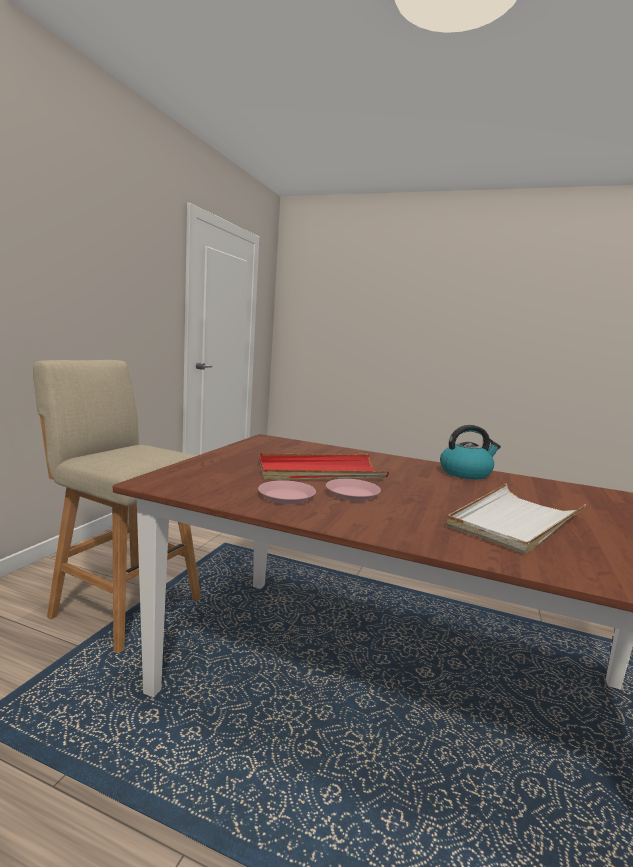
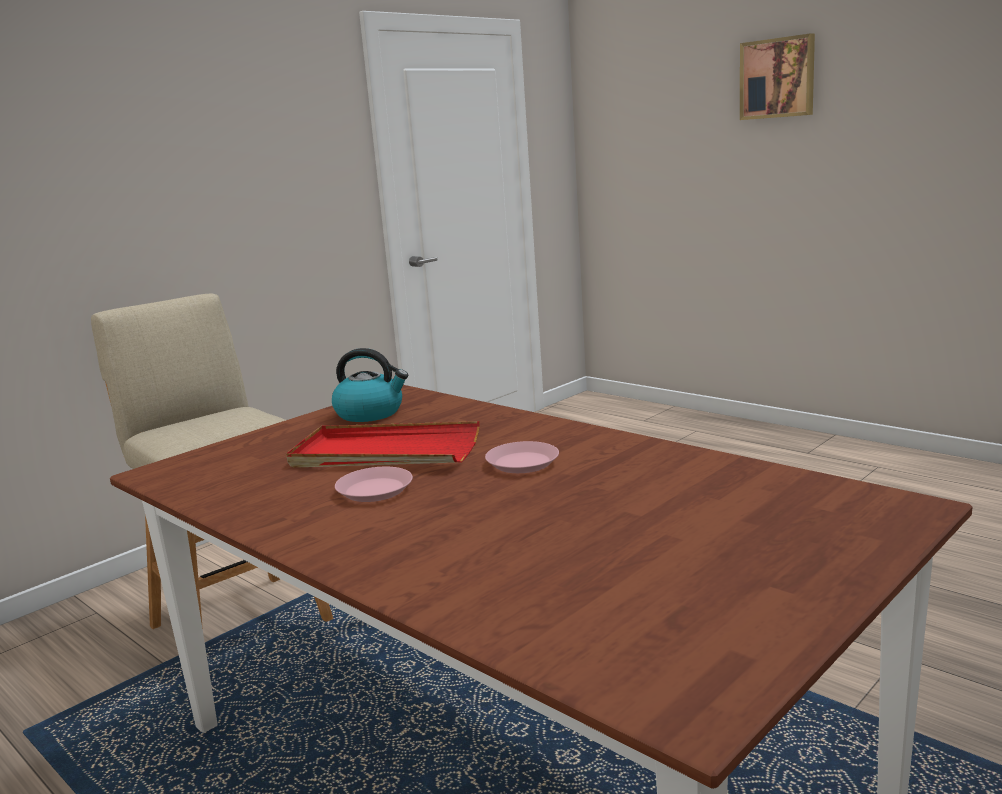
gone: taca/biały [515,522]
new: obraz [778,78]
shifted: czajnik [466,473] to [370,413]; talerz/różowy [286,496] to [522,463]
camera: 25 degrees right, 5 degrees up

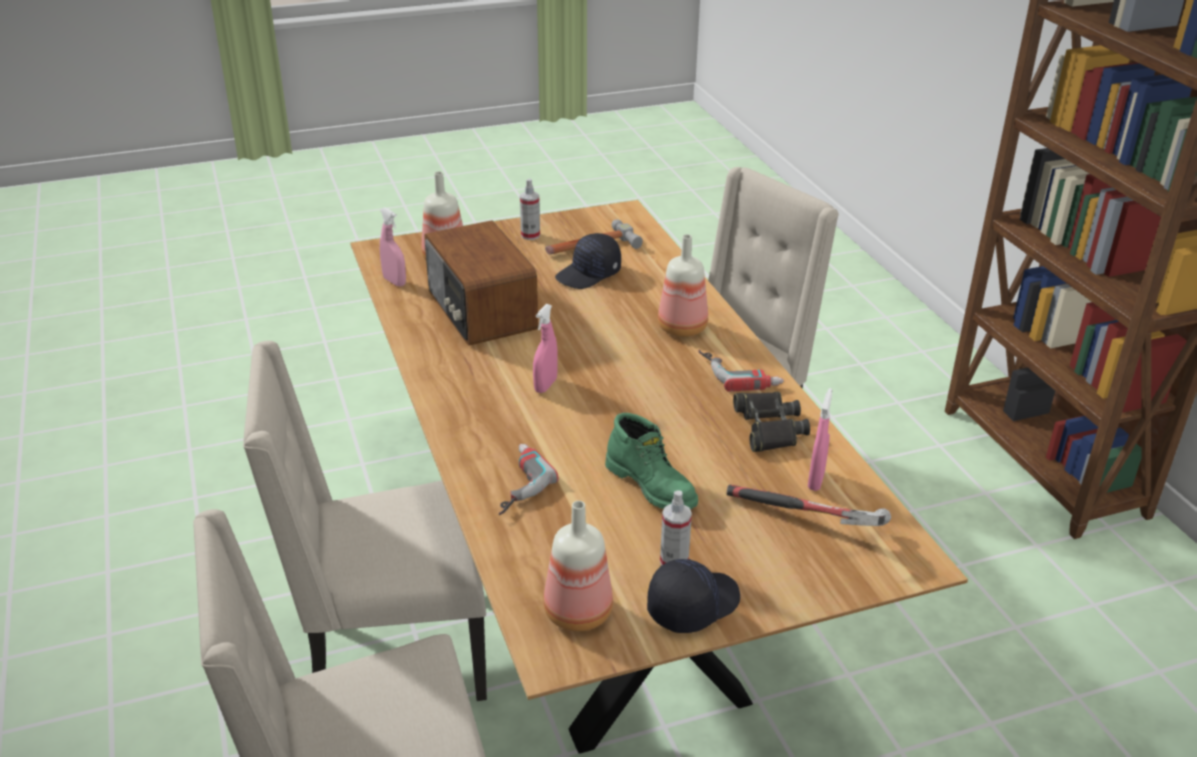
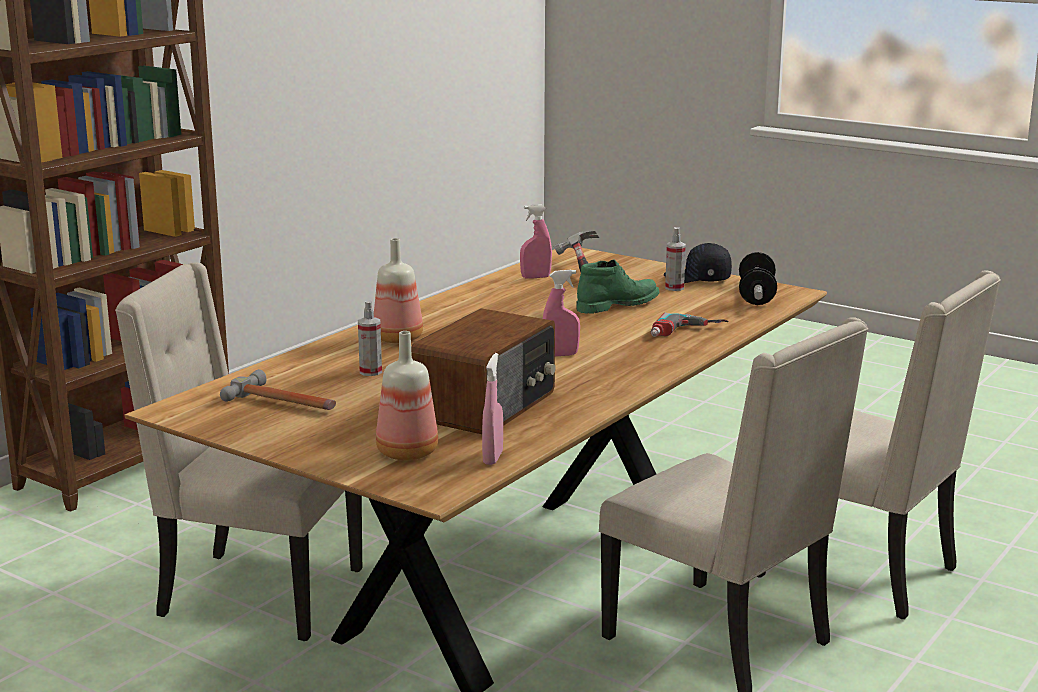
gone: czapka z daszkiem/czarny [589,274]; wiertarka [740,373]; lornetka/czarny [768,428]
shifted: spryskiwacz [530,235] to [370,372]
swapped: butelka [575,613] to hantel [756,295]
rotated: but z cholewką/zielony [652,485] = [617,305] 45 degrees clockwise
camera: 125 degrees left, 15 degrees down

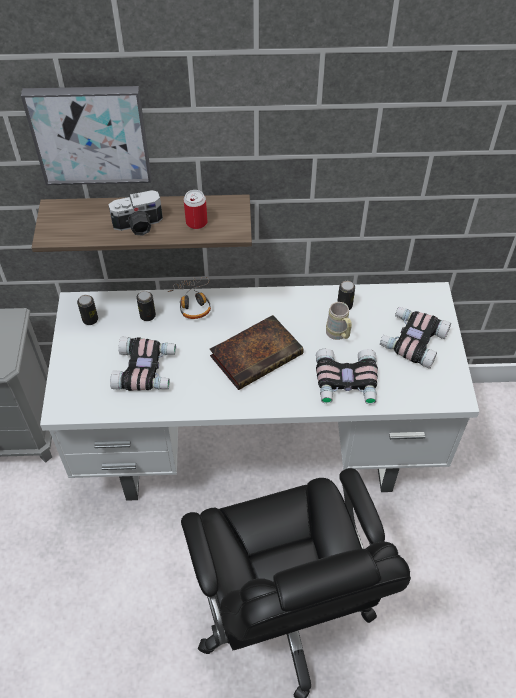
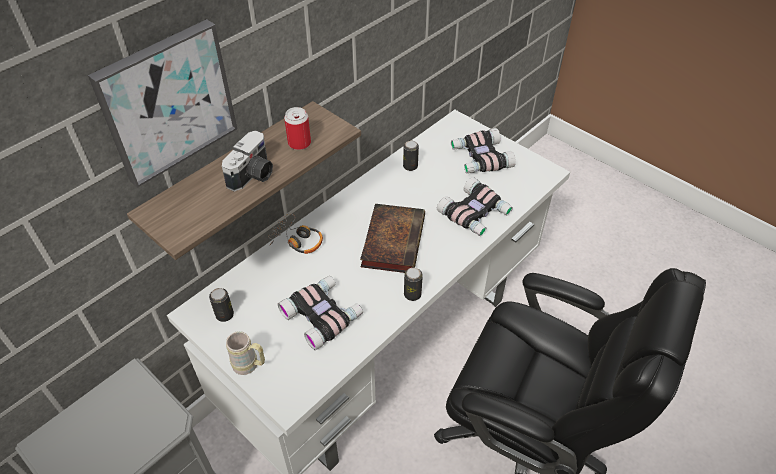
shifted: puszka [147,315] to [412,294]; kubek/beżowy [338,335] to [250,366]
camera: 45 degrees left, 5 degrees down

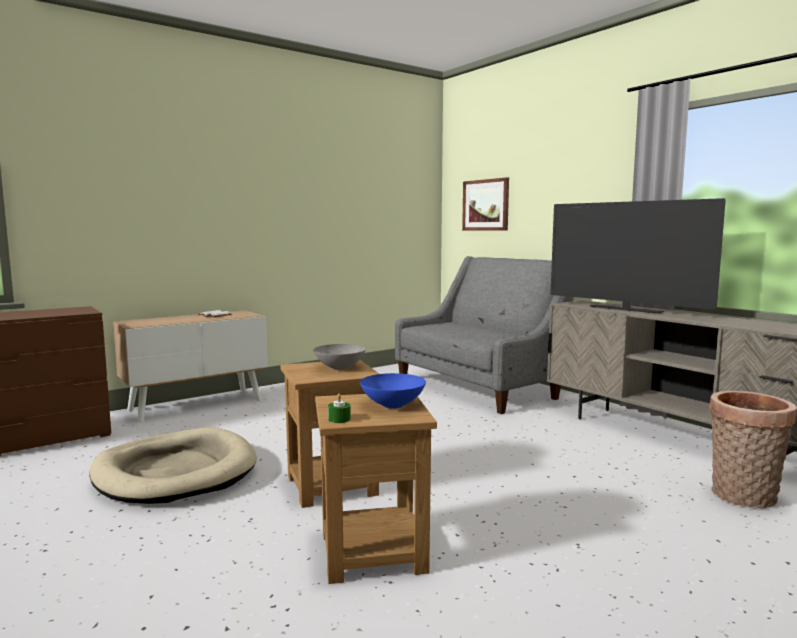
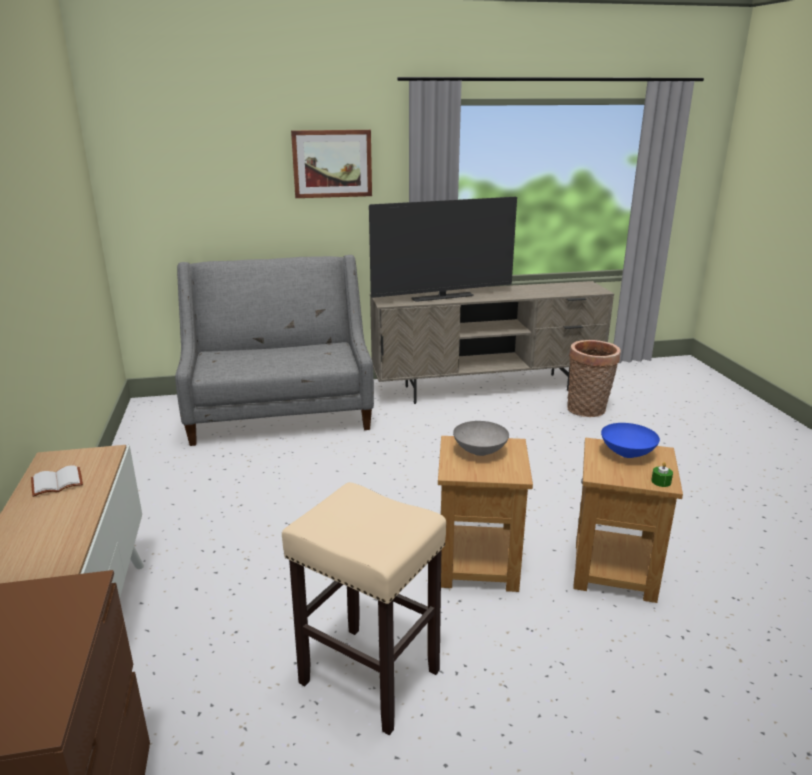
shifted: obraz [486,205] to [332,163]
swapped: legowisko/beżowy [175,472] to stołek/beżowy [368,676]
camera: 65 degrees left, 15 degrees up

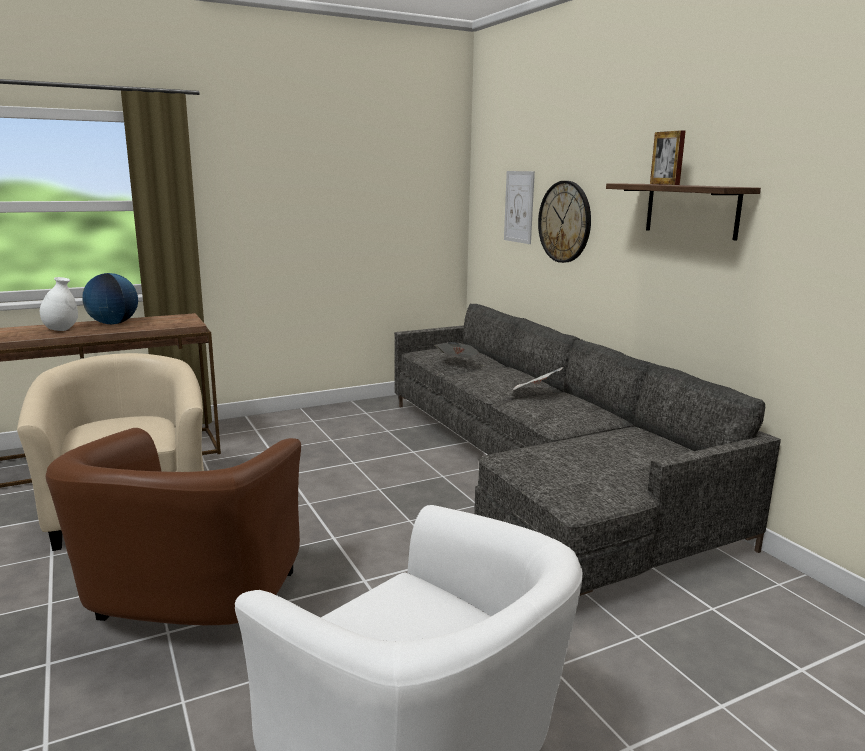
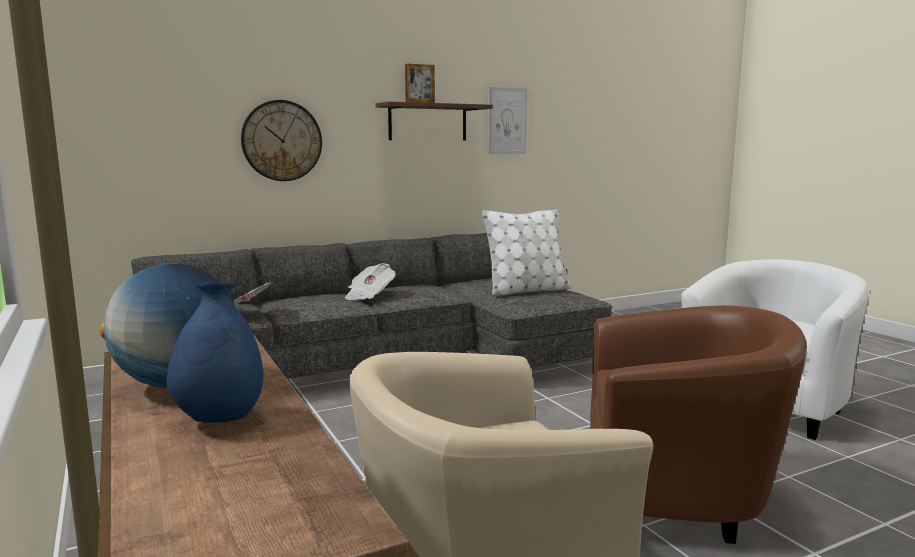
new: poduszka/biały [526,290]
shifted: obraz [519,207] to [507,121]
repainted: wazon/biały [61,330] to wazon/niebieski [220,419]
camera: 90 degrees left, 5 degrees down

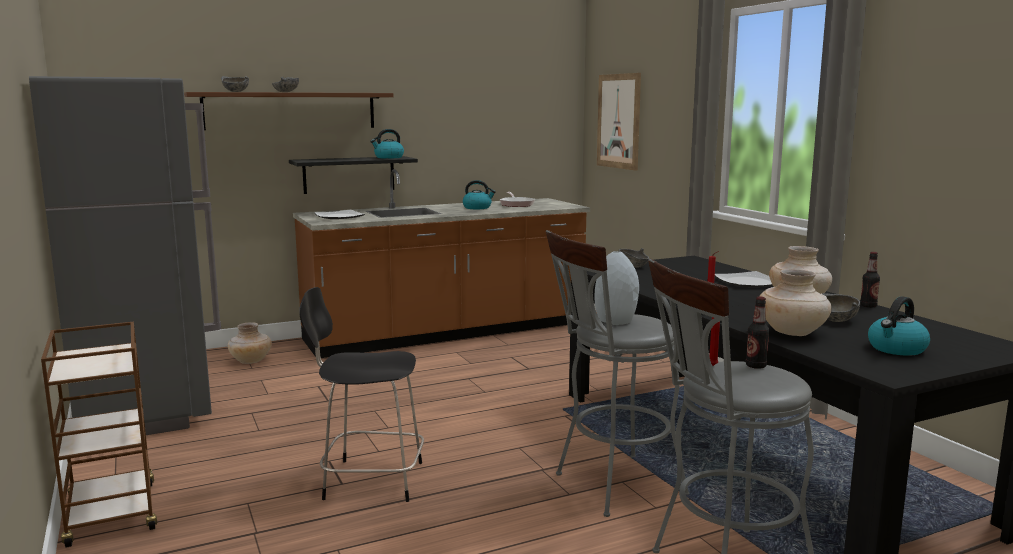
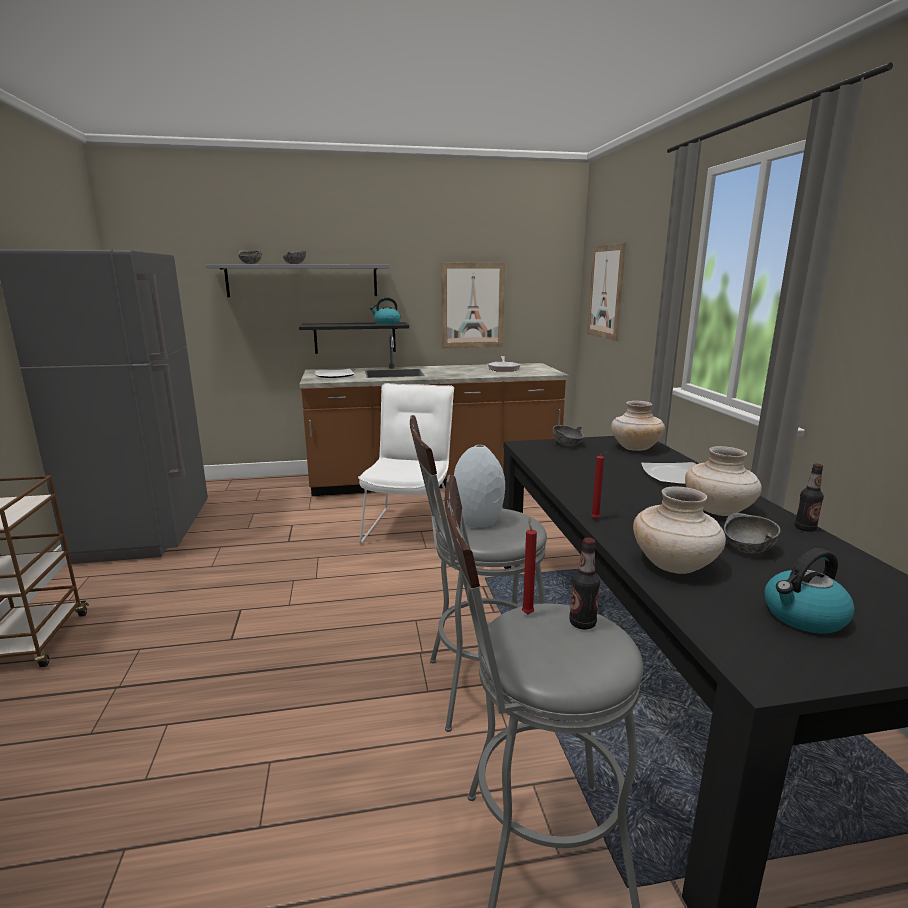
gone: czajnik [477,207]; krzesło/czarny [369,480]
new: obraz [472,306]; krzesło/biały [411,525]
shifted: wazon/beżowy [250,361] to [635,448]
repainted: półka/brązowy [290,110] to półka/szary [302,280]
camera: 15 degrees right, 5 degrees up

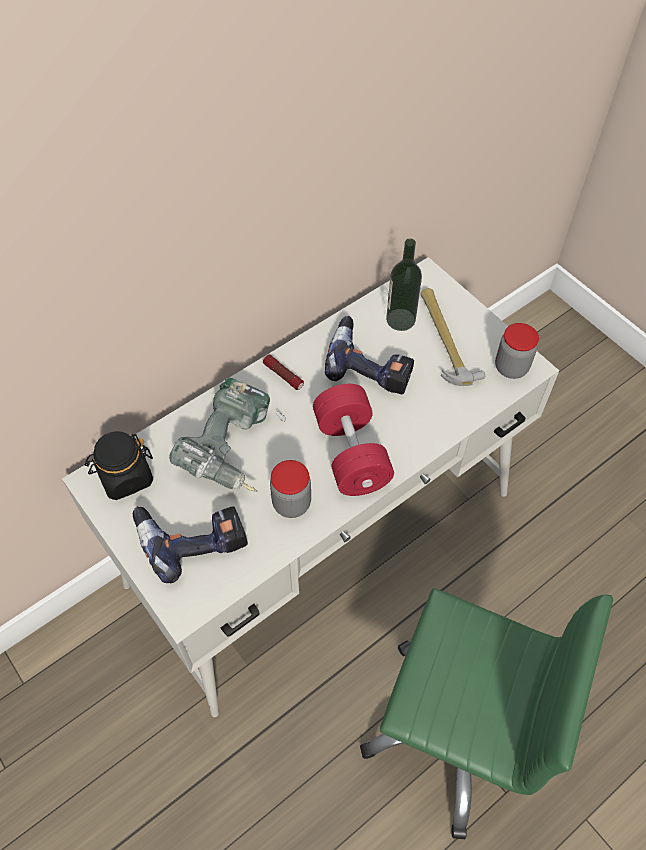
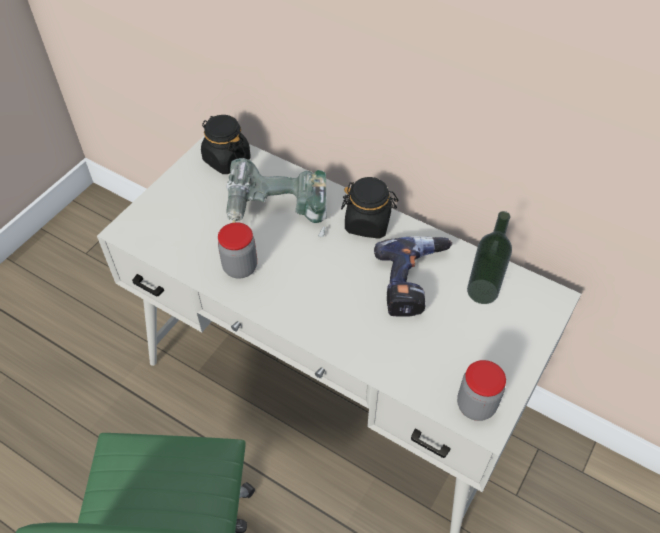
gone: młotek [445,339]; hantel/czerwony [351,453]; wiertarka [192,537]
swapped: latarka [283,376] to słoik/czarny [368,223]
camera: 70 degrees right, 5 degrees down

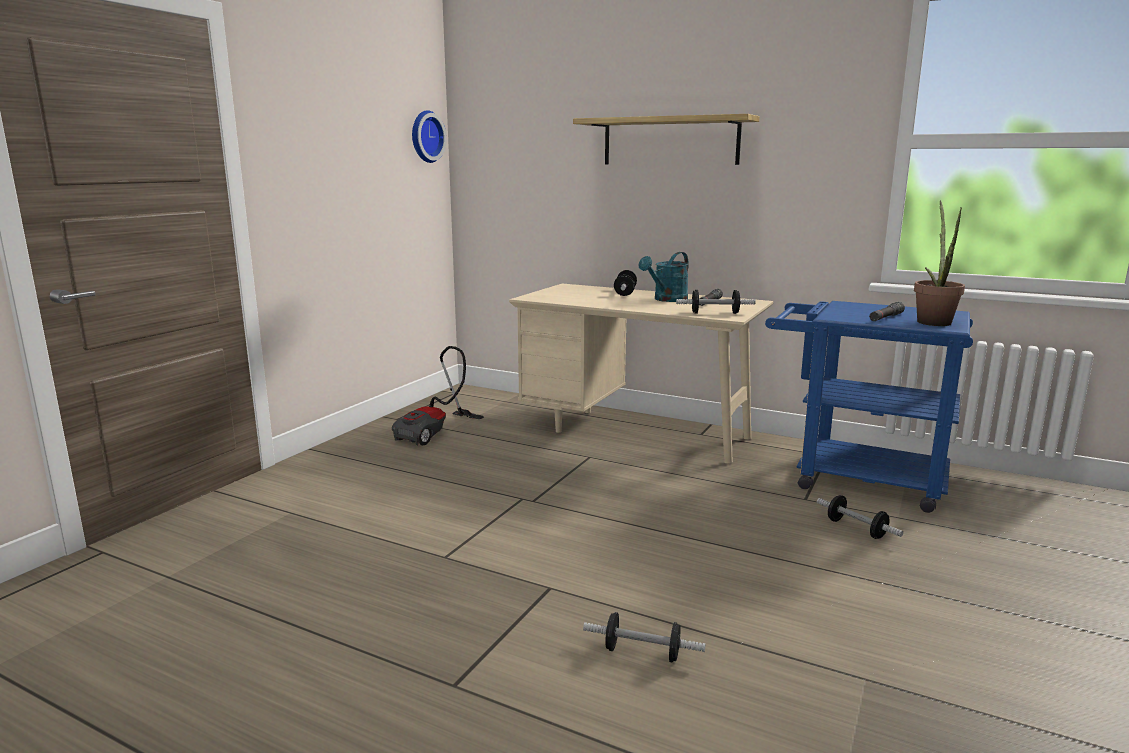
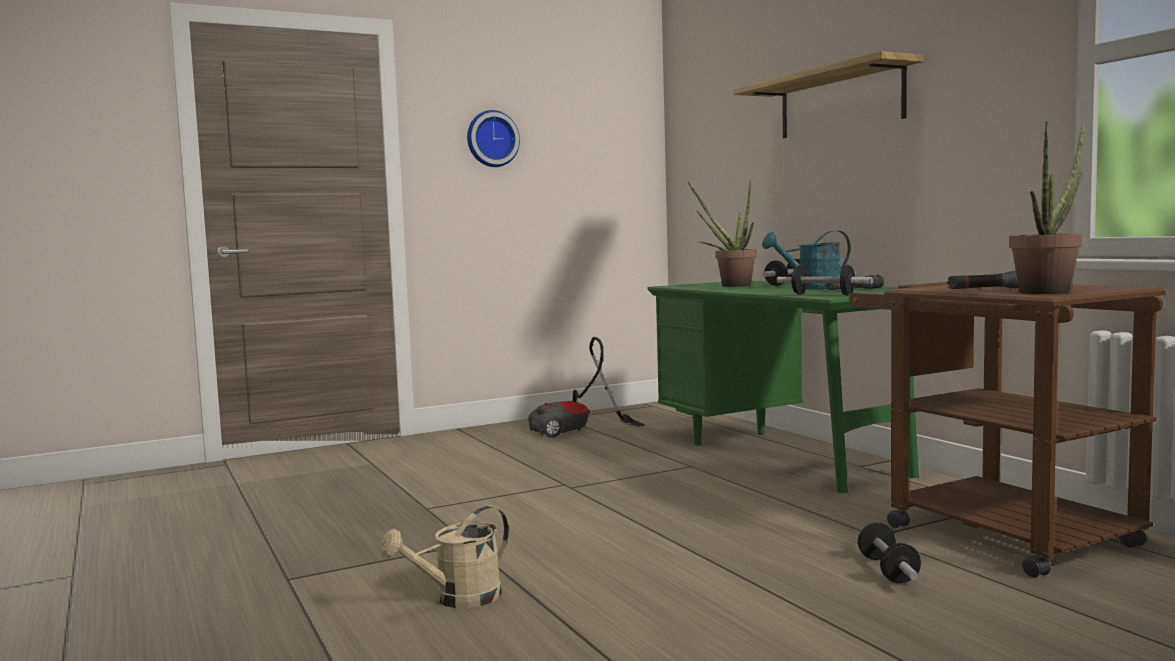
new: roślina doniczkowa [729,285]
shifted: zegar ścienny [425,136] to [491,139]
swapped: hantel [642,653] to konewka/beżowy [458,599]
repainted: biurko/beżowy [637,432] to biurko/zielony [784,455]; wózek/niebieski [854,478] to wózek/brązowy [991,530]
camera: 35 degrees right, 10 degrees down

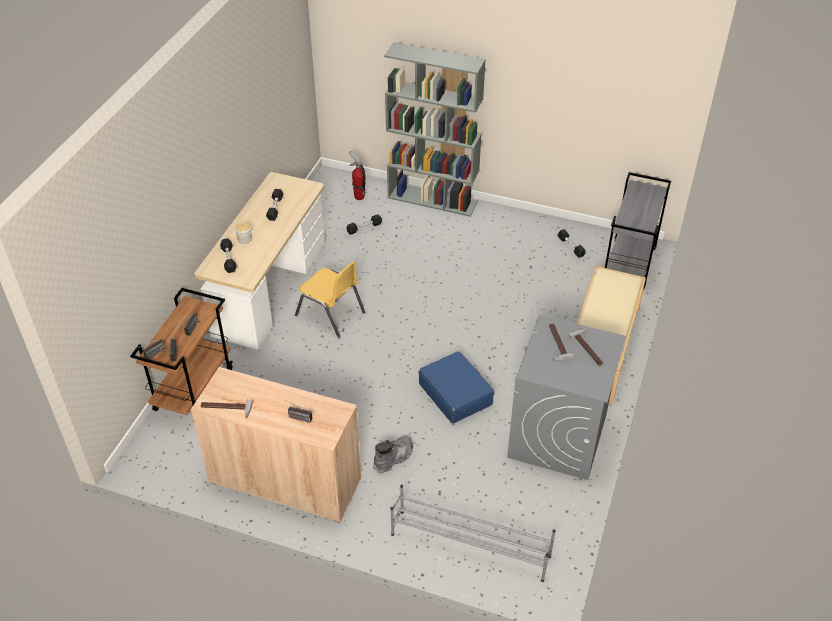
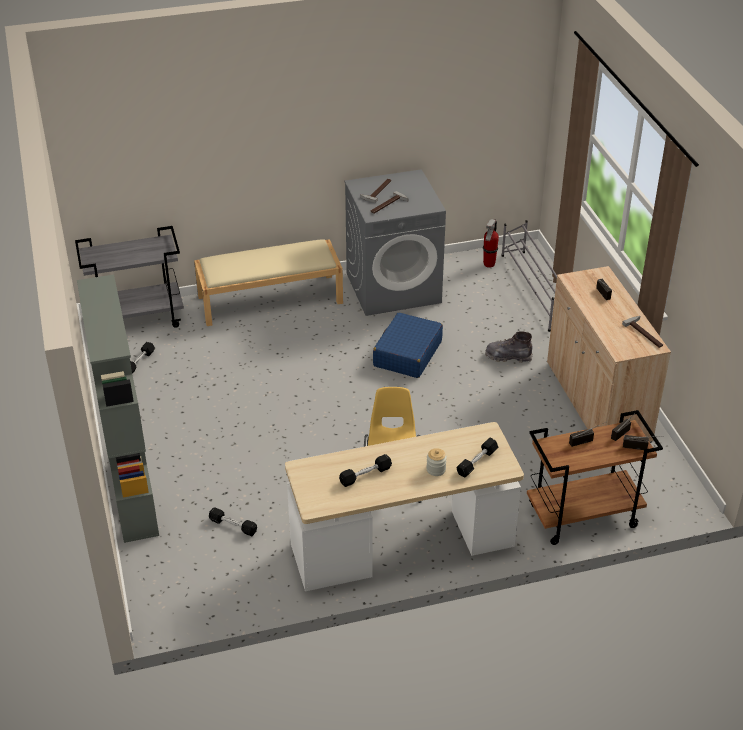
shifted: gaśnica [359,197] to [489,264]
camera: 125 degrees left, 5 degrees down

